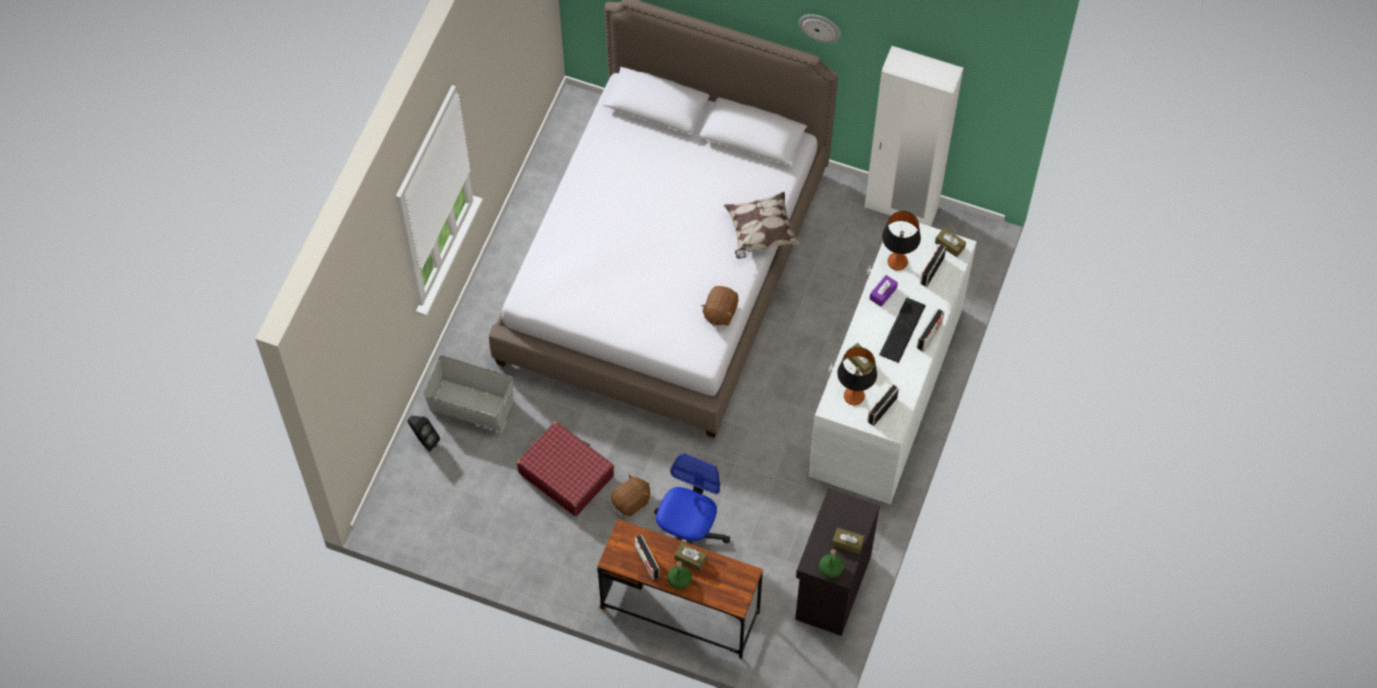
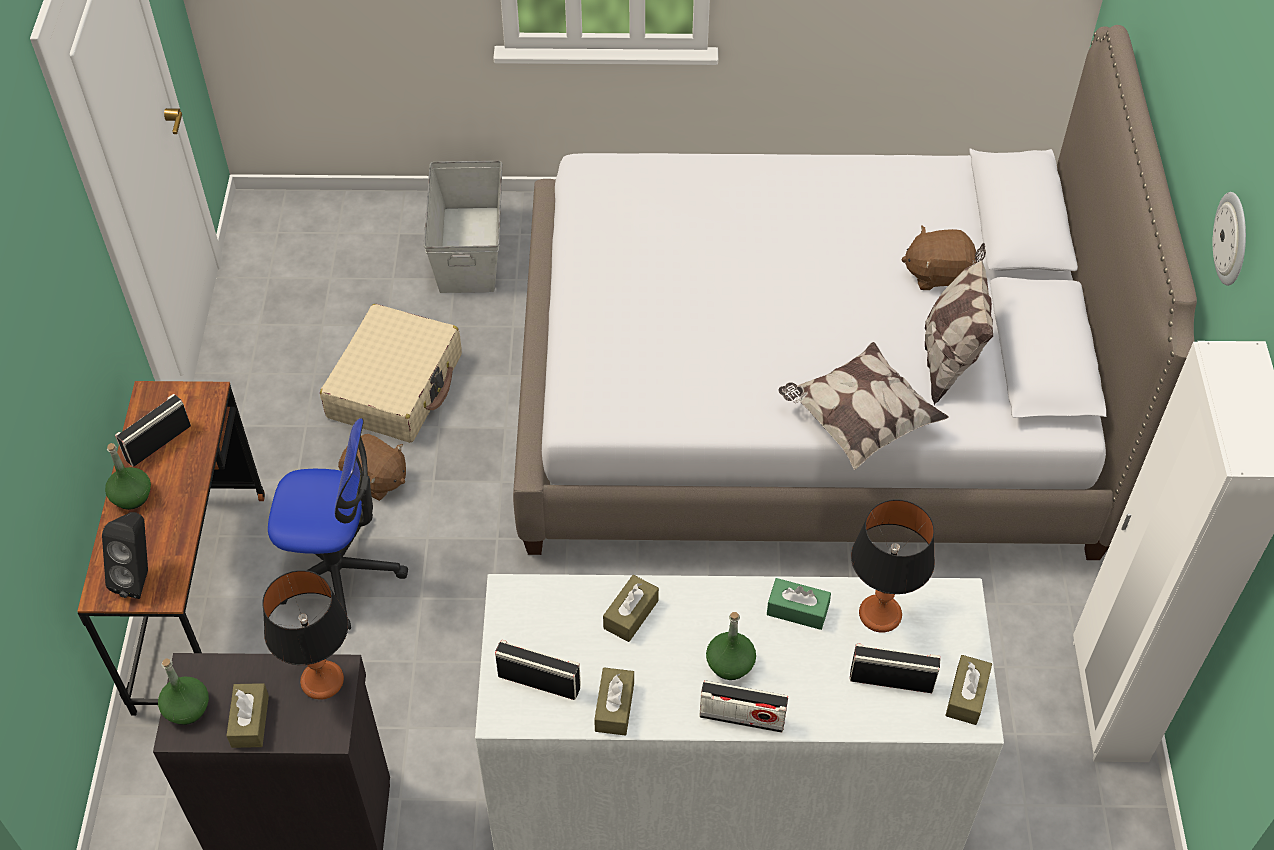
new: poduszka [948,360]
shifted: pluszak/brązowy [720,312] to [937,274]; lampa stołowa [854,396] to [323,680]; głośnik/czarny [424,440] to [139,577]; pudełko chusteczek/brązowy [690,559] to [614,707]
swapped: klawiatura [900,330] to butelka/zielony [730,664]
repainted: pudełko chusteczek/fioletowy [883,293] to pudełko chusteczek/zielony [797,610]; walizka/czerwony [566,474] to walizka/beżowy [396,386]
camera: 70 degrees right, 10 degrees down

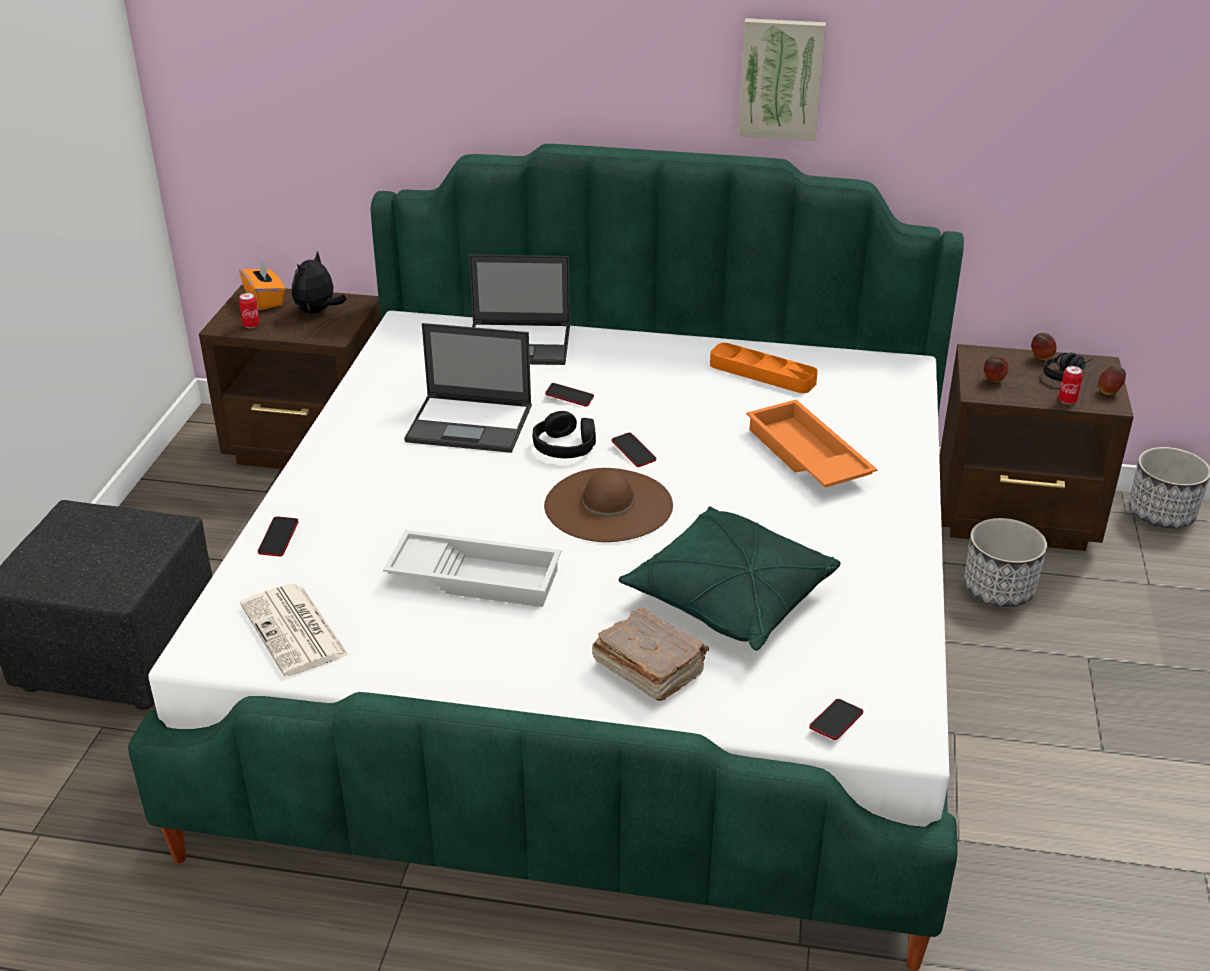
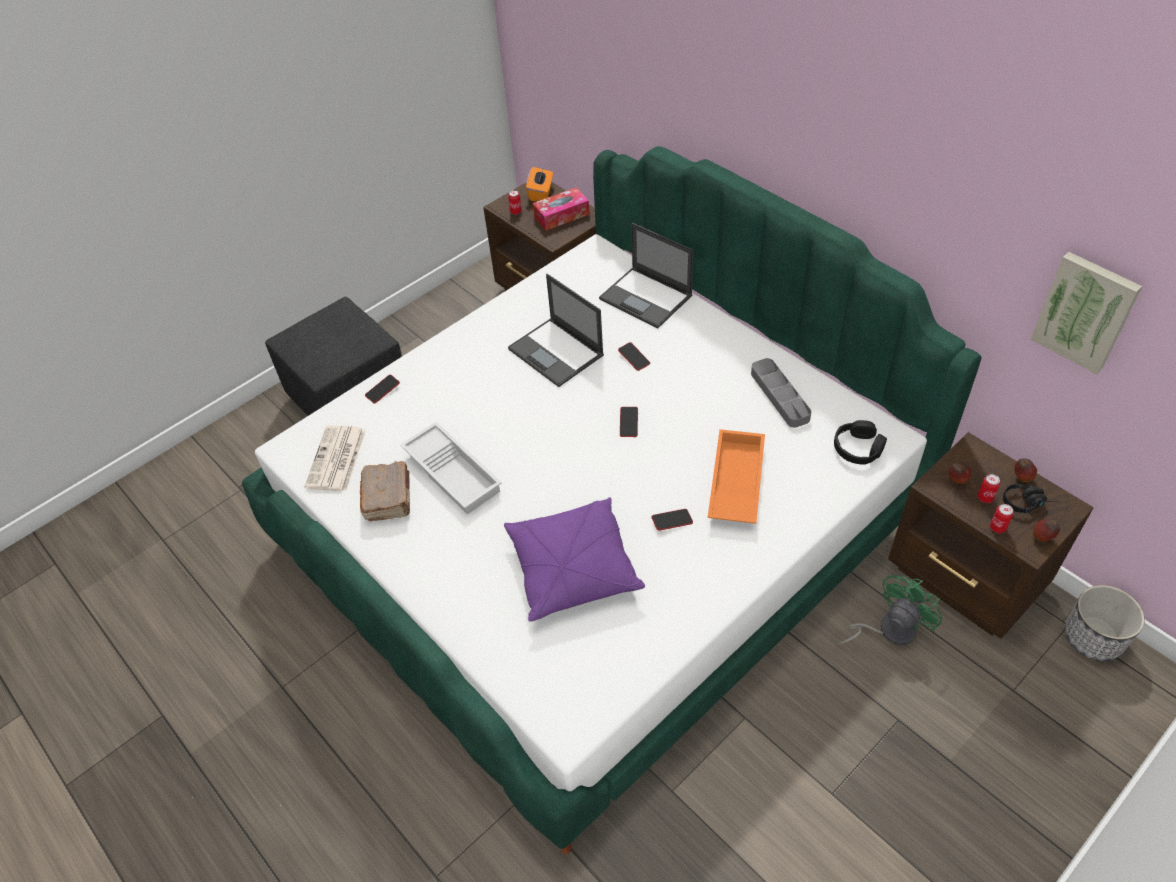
gone: kapelusz/brązowy [608,505]
new: puszka [985,498]
shifted: obraz [781,78] to [1085,311]; słuchawki/czarny [565,446] to [858,448]; książka/brązowy [648,668] to [388,498]; telefon [836,723] to [672,521]
swapped: pluszak [318,312] to pudełko chusteczek [561,215]; donica [998,589] to wentylator/zielony [889,630]
repainted: taca/pomarańczowy [762,373] to taca/szary [779,396]; poduszka/zielony [729,598] to poduszka/fioletowy [572,568]
camera: 40 degrees right, 15 degrees up

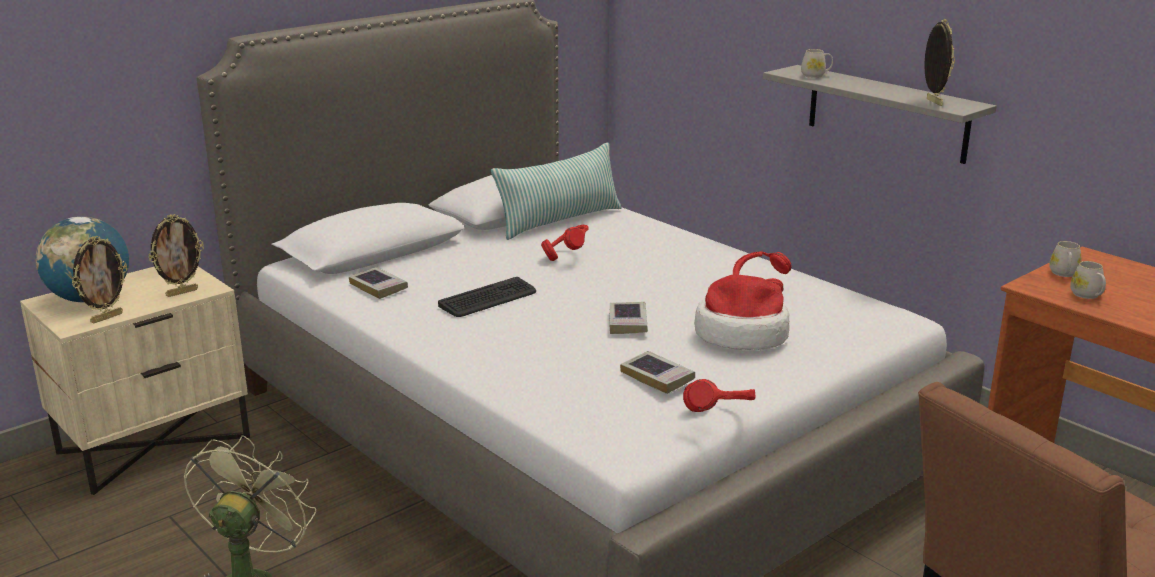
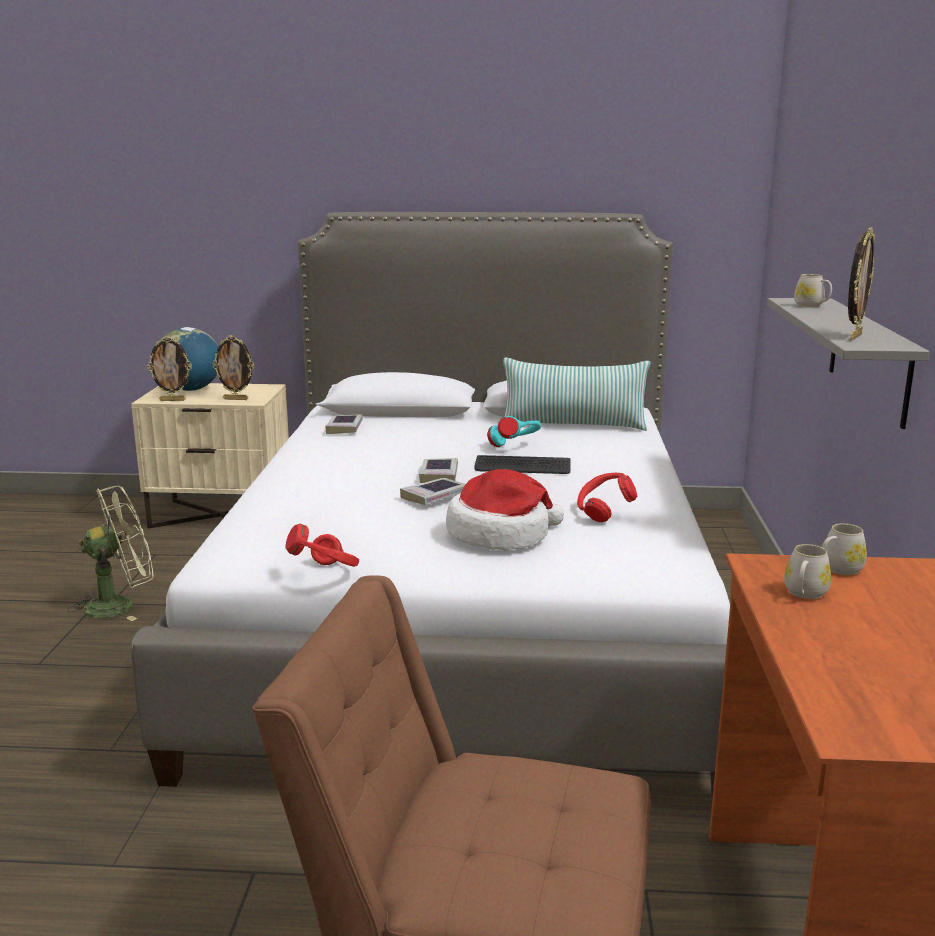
shifted: klawiatura [488,299] to [522,467]; książka [657,377] to [439,475]
repainted: słuchawki/czerwony [566,256] to słuchawki/turkusowy [515,447]
camera: 45 degrees right, 5 degrees down

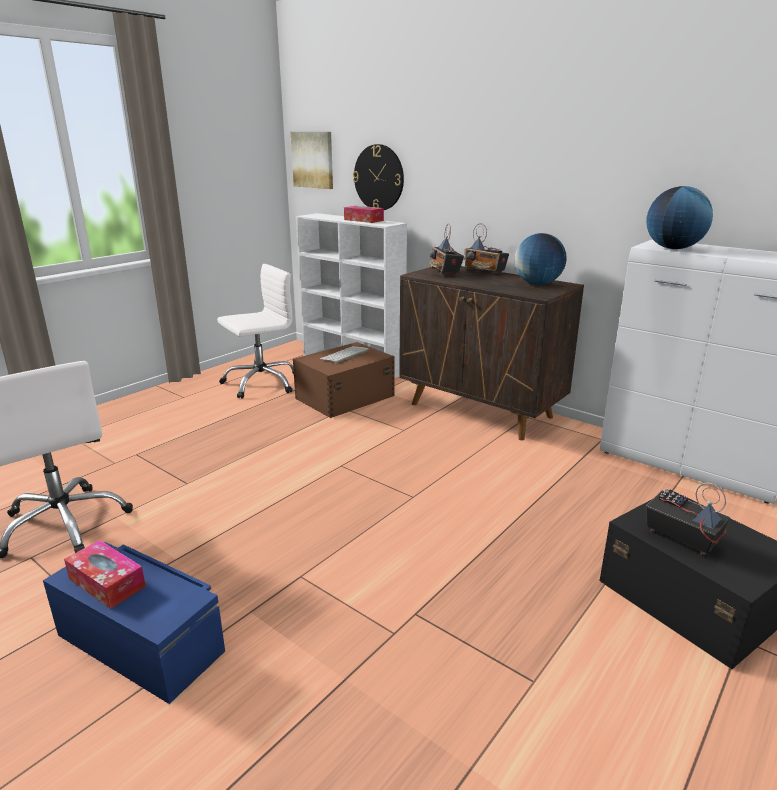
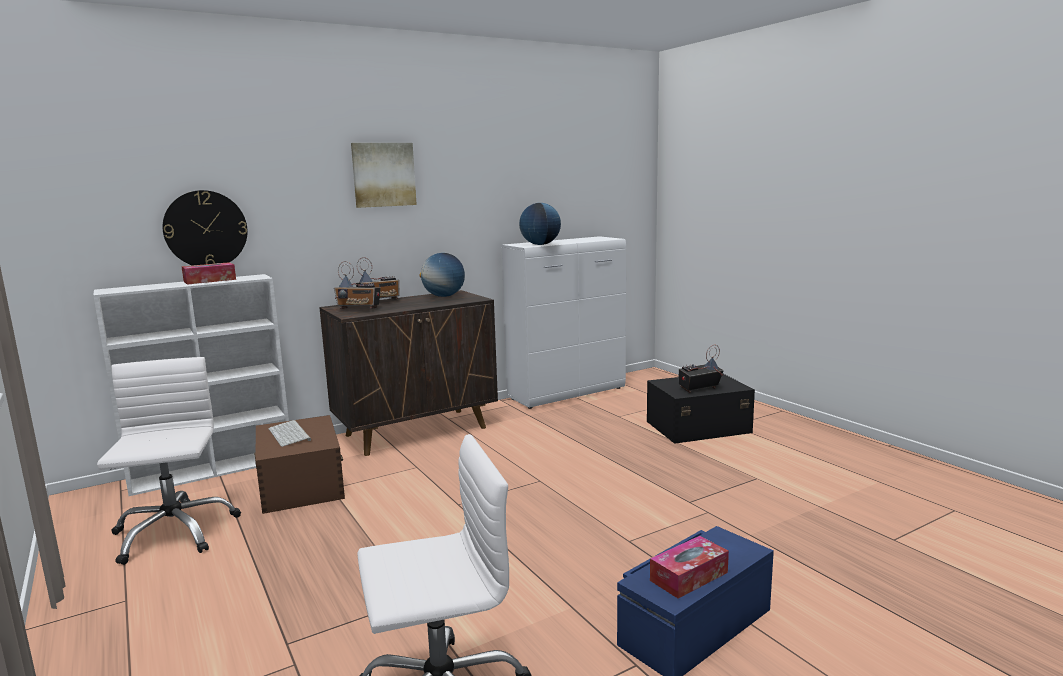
shifted: obraz [313,160] to [383,174]
camera: 70 degrees left, 10 degrees down

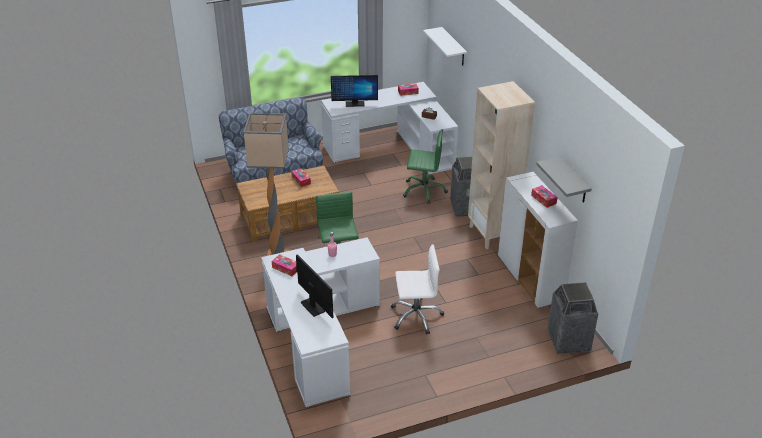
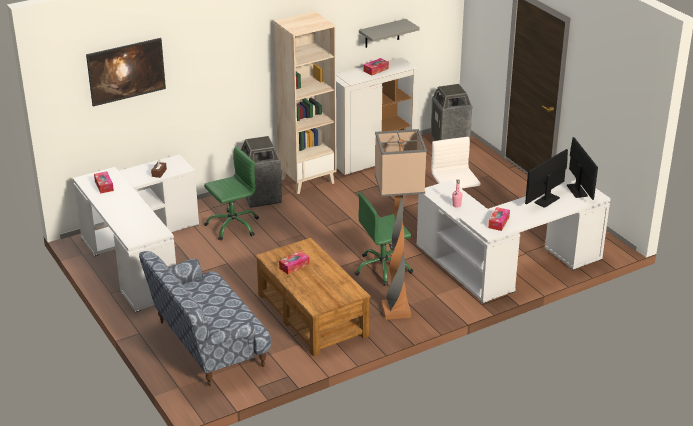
shifted: monitor [354,104] to [577,191]
swapped: półka/biały [454,47] to obraz [127,84]
rotated: krzesło biurowe/zielony [424,190] = [232,226] 60 degrees clockwise
camera: 100 degrees left, 5 degrees down

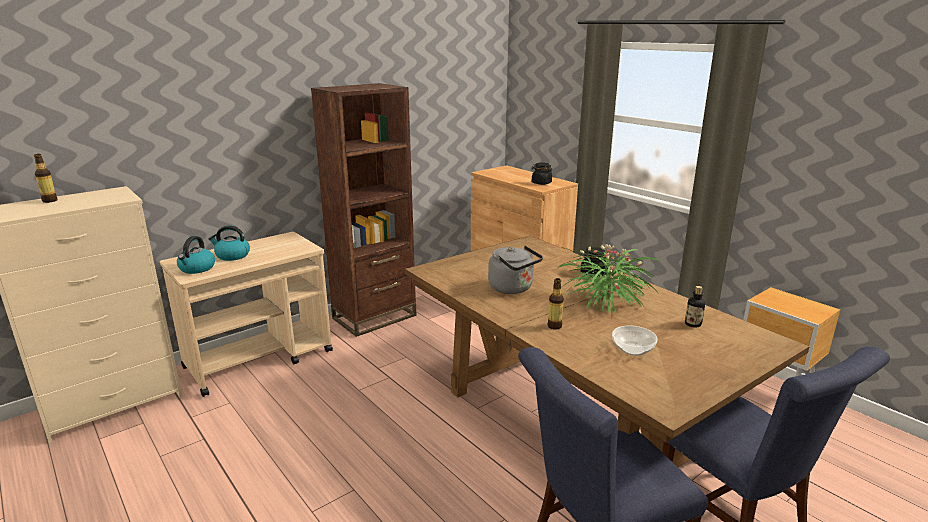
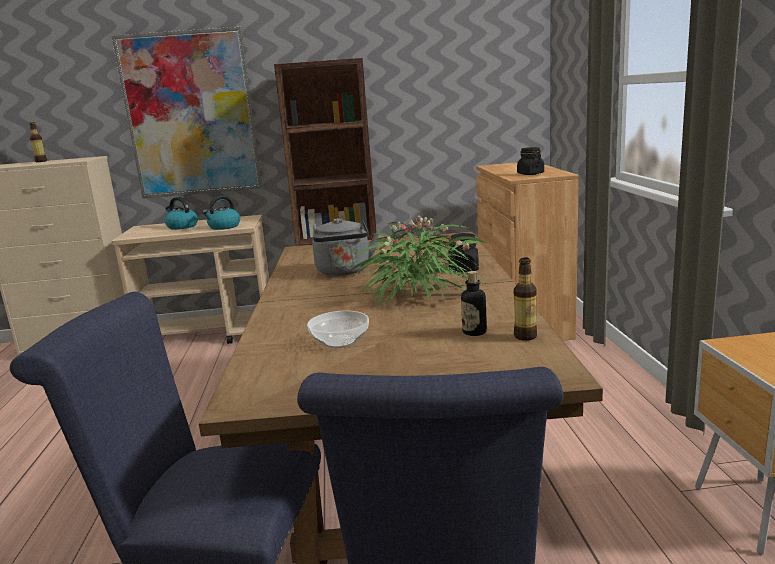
new: obraz [190,115]
shifted: czajnik [197,268] to [224,227]; butelka [554,326] to [525,336]
camera: 35 degrees right, 5 degrees down

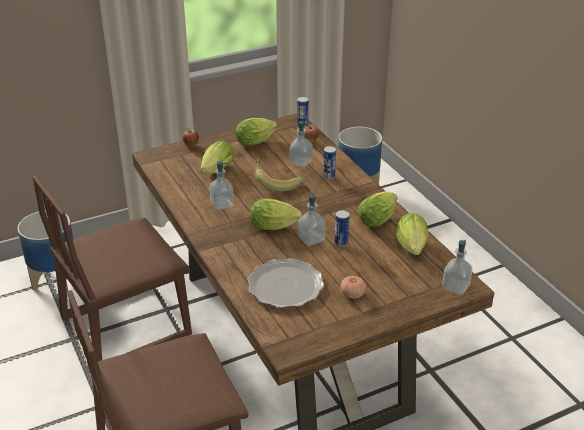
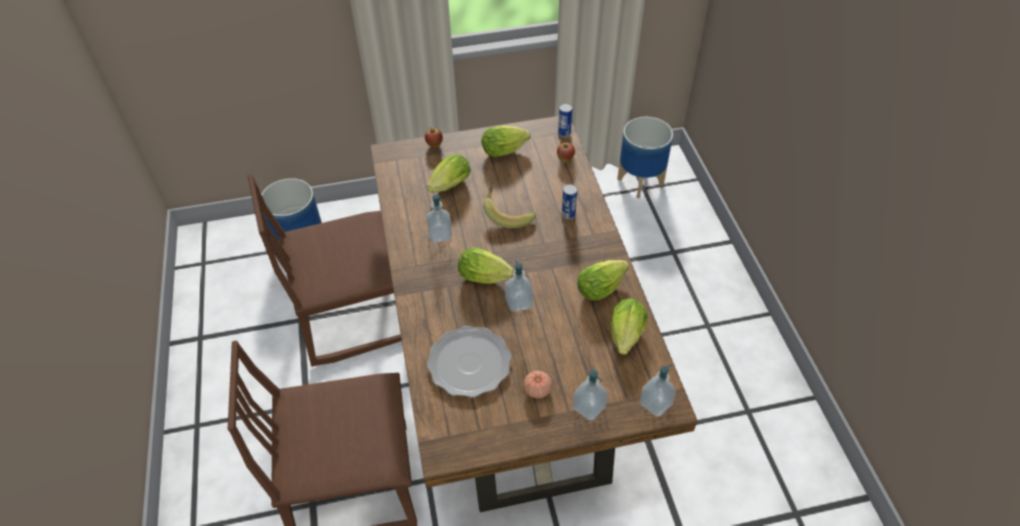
gone: puszka [341,243]
shifted: dozownik mydła [301,162] to [589,407]
camera: 15 degrees right, 15 degrees up

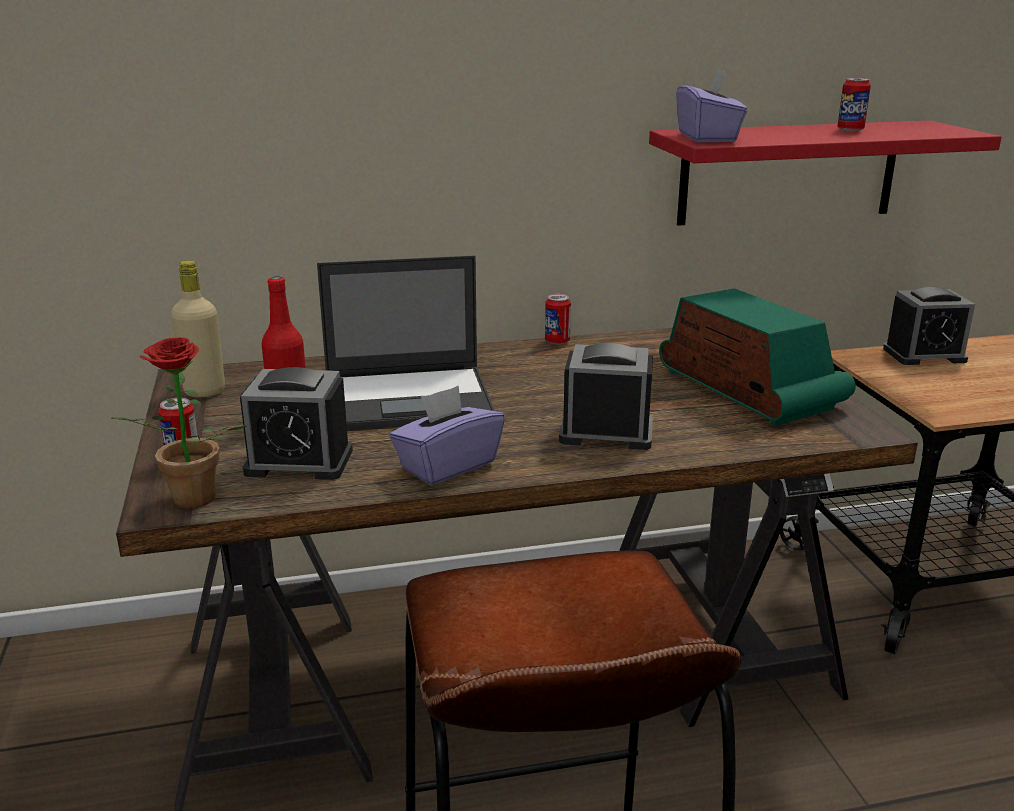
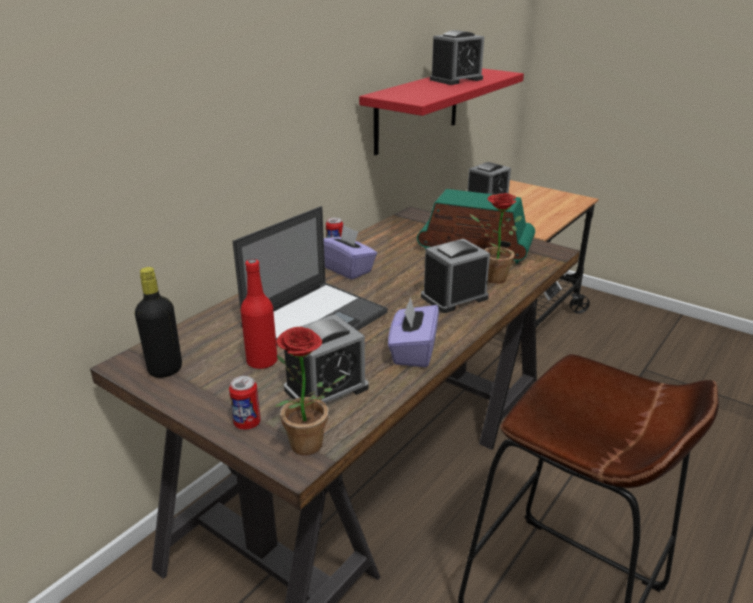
new: roślina doniczkowa [490,277]
shifted: pudełko chusteczek/fioletowy [708,138] to [347,269]
swapped: puszka [850,130] to budzik [456,79]
repainted: butelka/beżowy [204,391] to butelka/czarny [165,369]
camera: 40 degrees left, 5 degrees up

